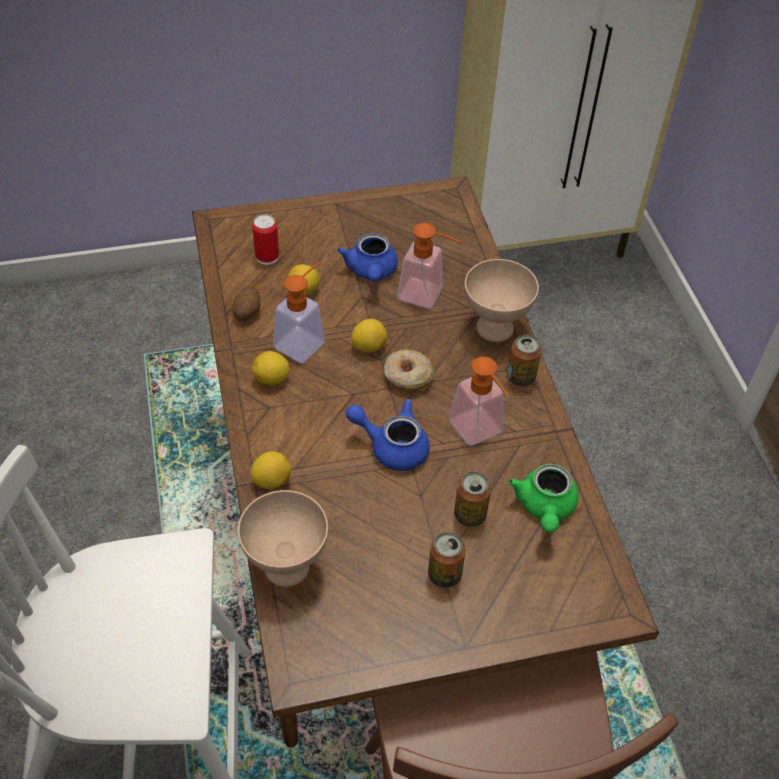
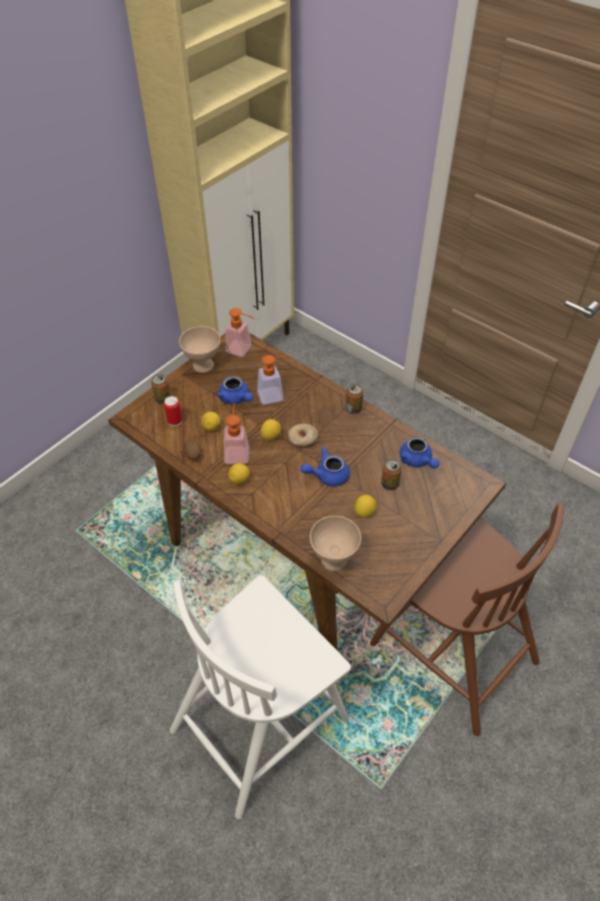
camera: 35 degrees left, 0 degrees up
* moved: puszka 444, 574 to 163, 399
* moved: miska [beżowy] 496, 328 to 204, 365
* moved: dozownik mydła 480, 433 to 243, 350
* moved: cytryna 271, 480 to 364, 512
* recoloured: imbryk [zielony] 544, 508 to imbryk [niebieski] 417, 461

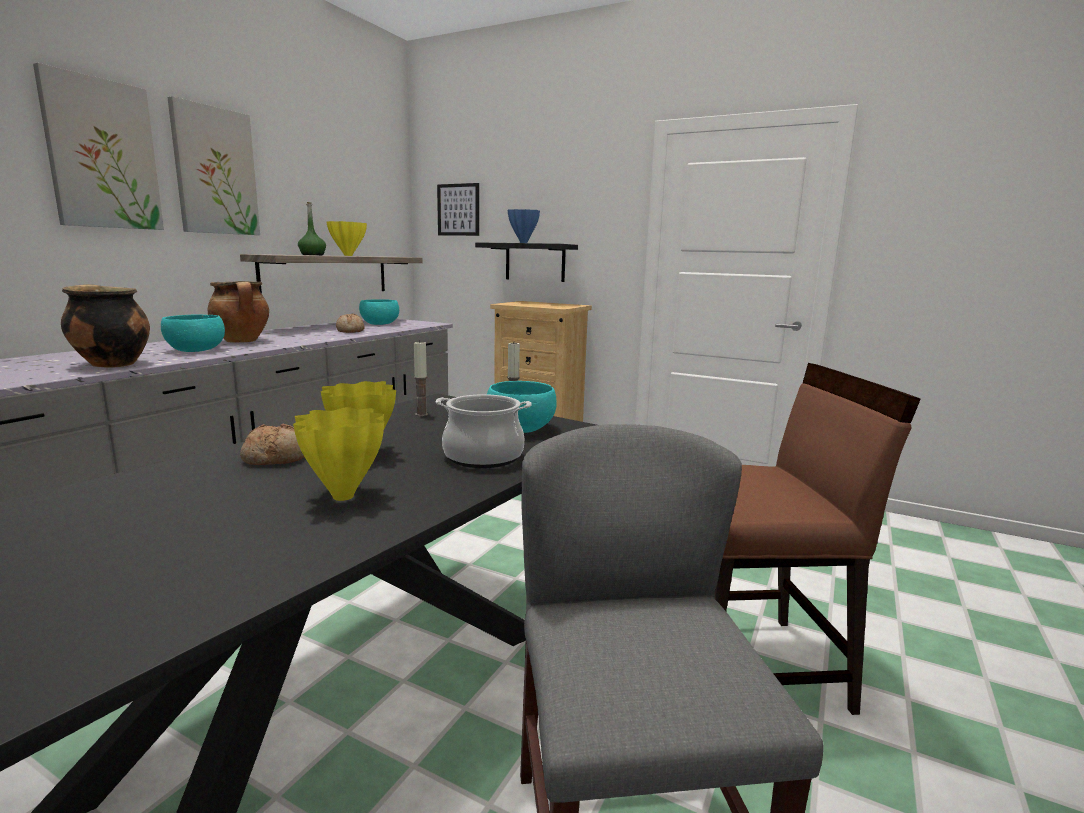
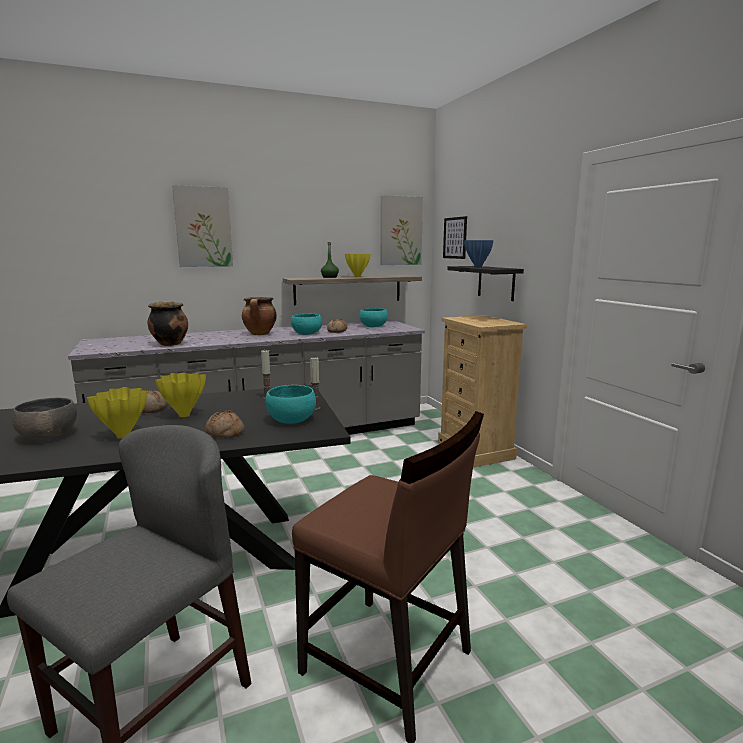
camera: 40 degrees right, 0 degrees up
* added: miska [szary] 48, 436
* replaced: garnek 483, 457 to chleb 225, 433
* moved: miska [turkusowy] 196, 350 to 307, 333
* moved: obraz 215, 171 to 400, 231

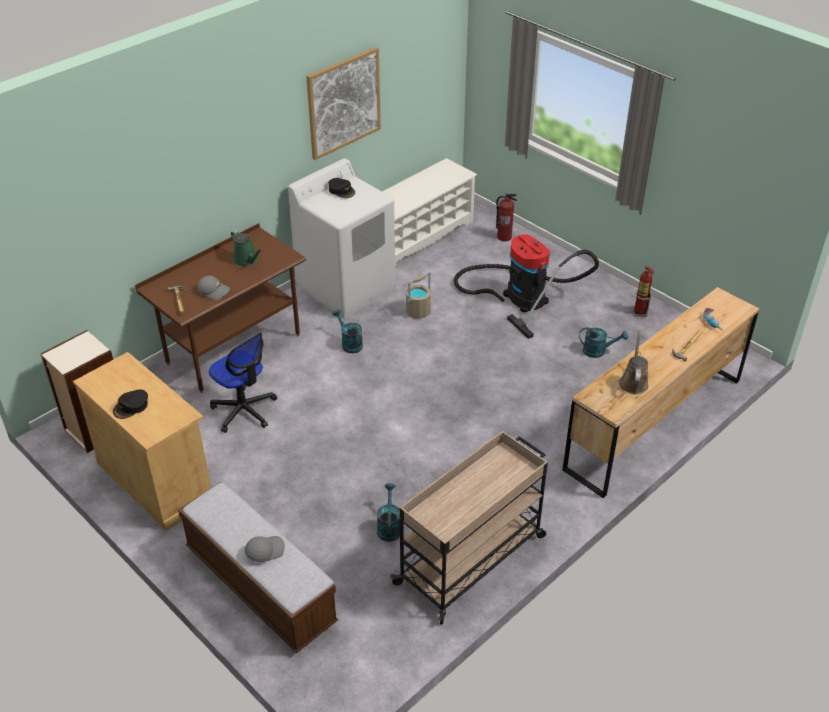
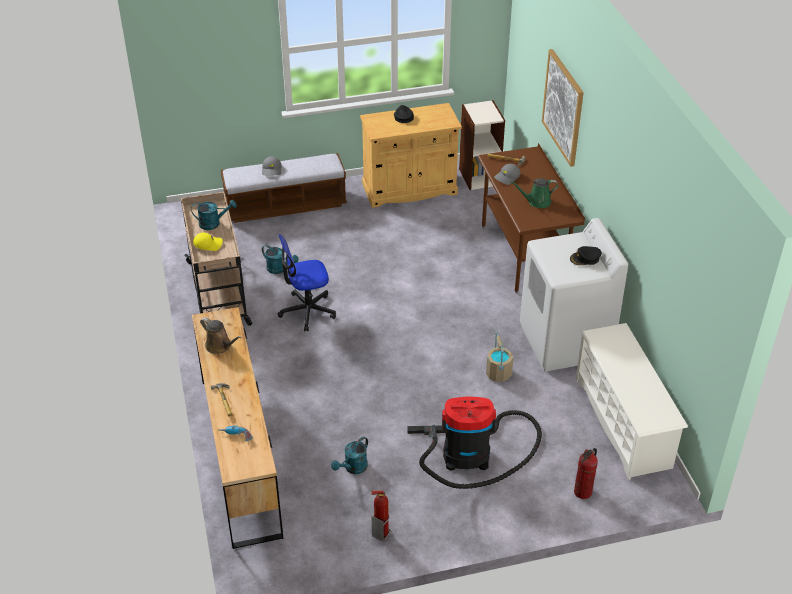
camera: 120 degrees right, 0 degrees up
* moved: konewka [turkusowy] 349, 343 to 213, 223
* added: czapka z daszkiem [żółty] 208, 244
* moved: krzesło biurowe 244, 410 to 307, 311
* moved: obraz 343, 103 to 563, 107

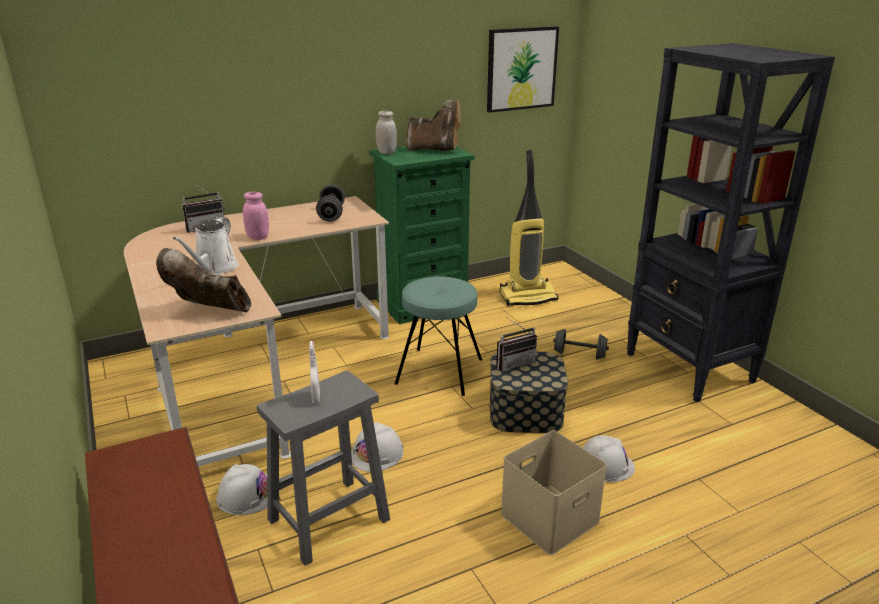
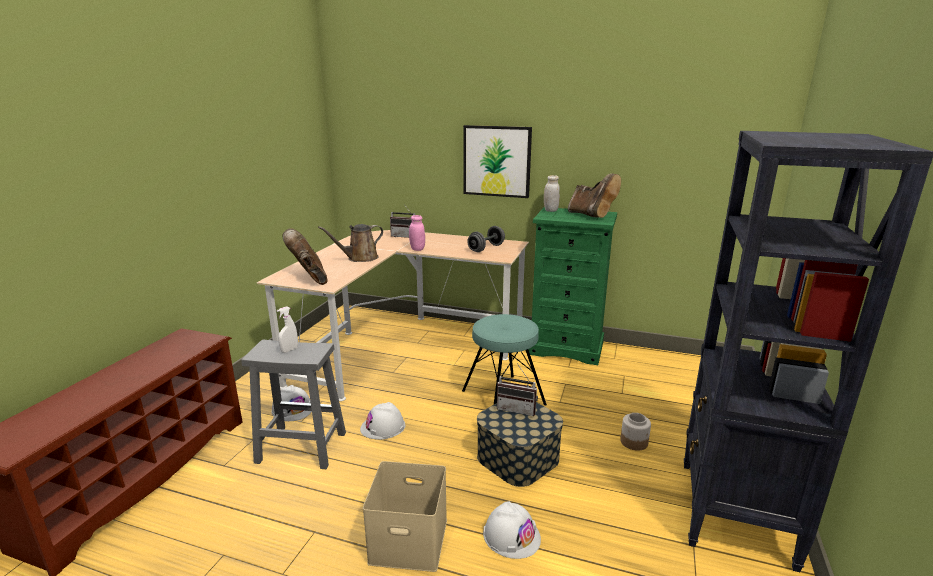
camera: 45 degrees right, 5 degrees down
* recoloured: konewka [biały] 214, 269 to konewka [brązowy] 360, 258
* moved: obraz 521, 69 to 497, 161
* replaced: hantel [szary] 579, 355 to słoik 634, 442
* removed: odkurzacz 528, 297

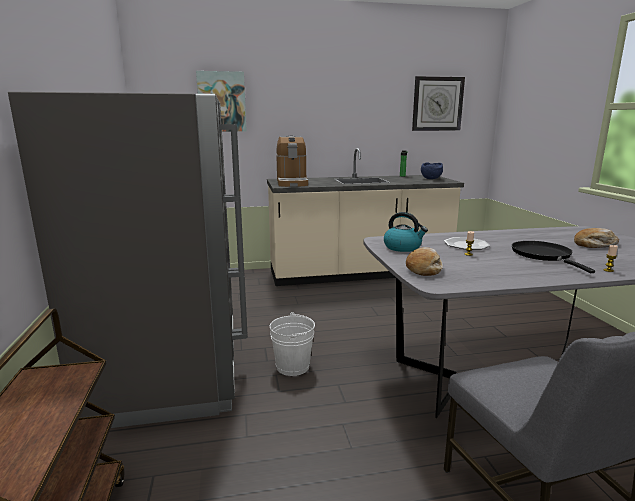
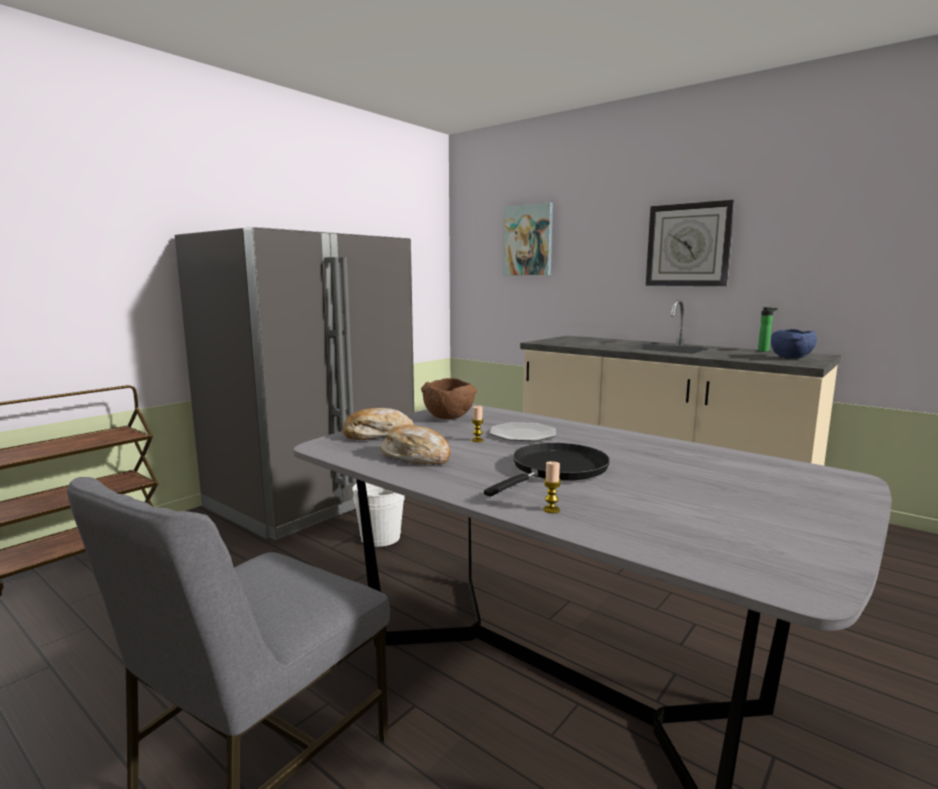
camera: 50 degrees right, 5 degrees down
* moved: chleb 595, 245 to 416, 457
* replaced: czajnik 403, 247 to miska [brązowy] 449, 417
* moved: zegar ścienny 437, 104 to 688, 245
* removed: ekspres do kawy 292, 182

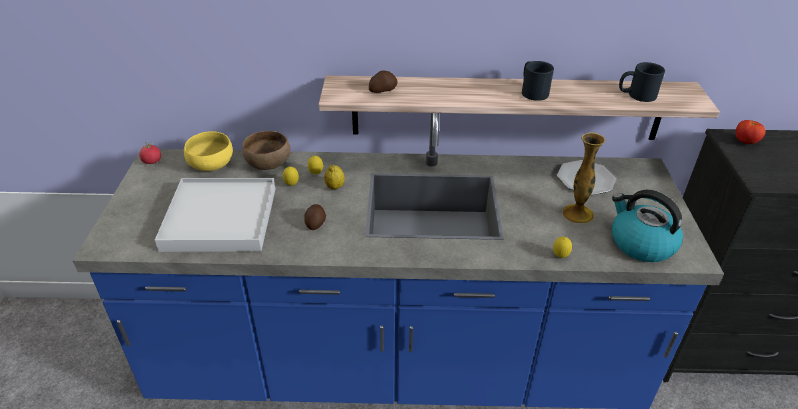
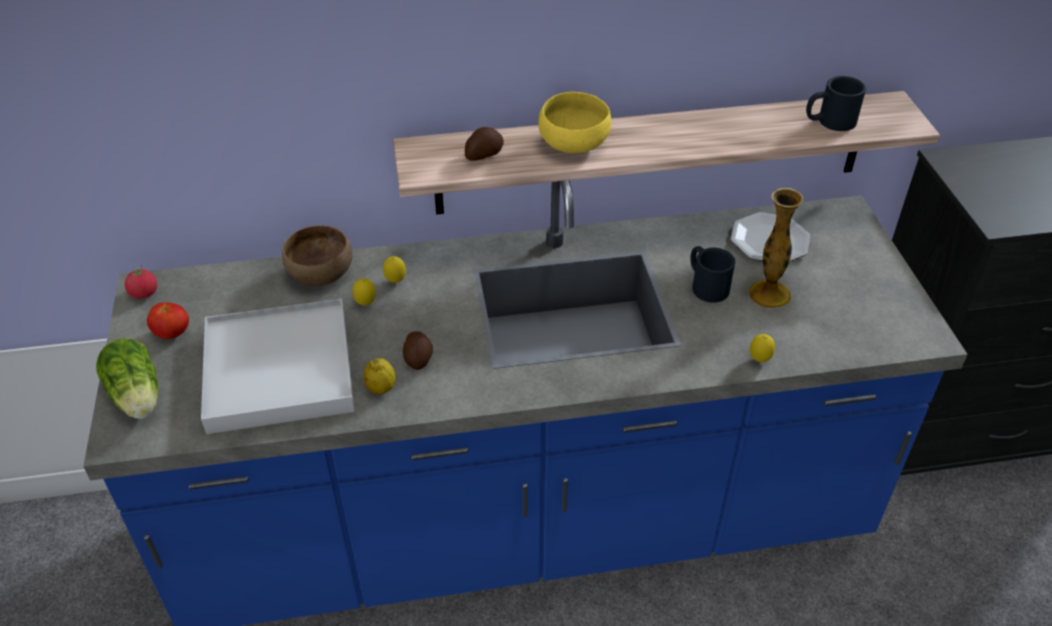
camera: 10 degrees left, 5 degrees up
* added: sałata 137, 398
* moved: pomidor 745, 142 to 172, 333
* moved: cytryna 335, 187 to 381, 388
* moved: miska [żółty] 212, 166 to 575, 145
* moved: kubek [czarny] 532, 91 to 705, 284
* removed: czajnik 640, 243

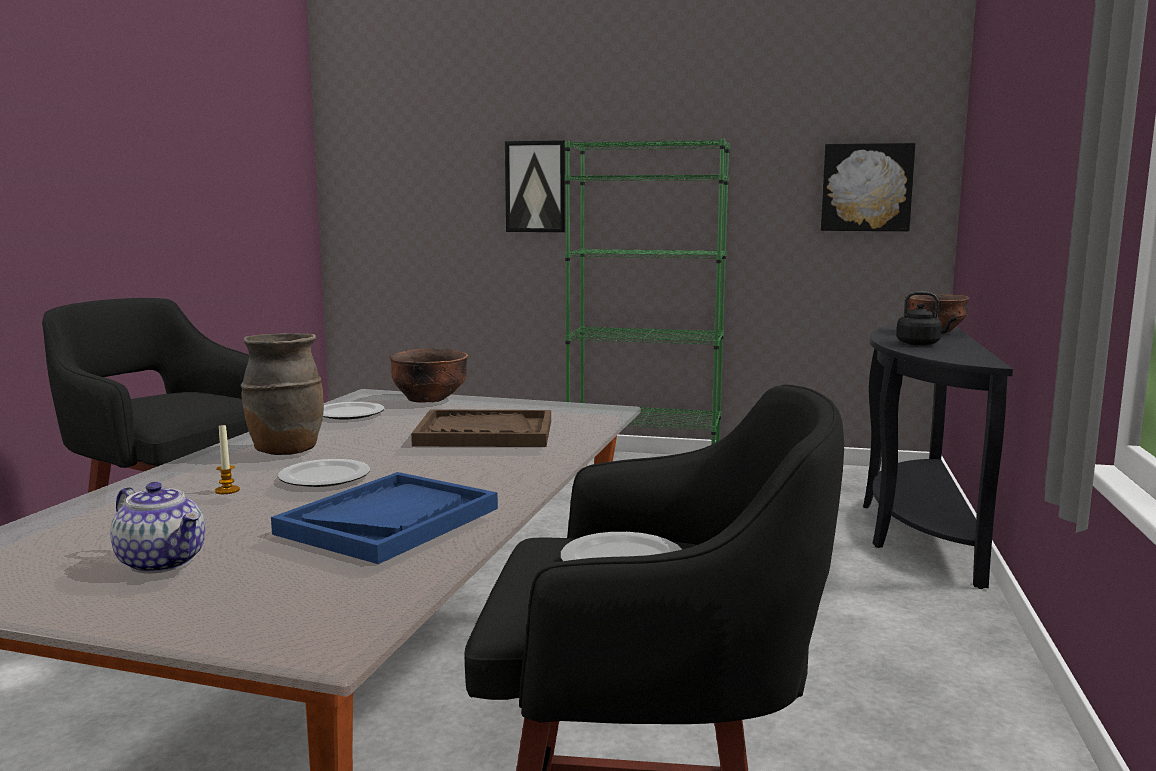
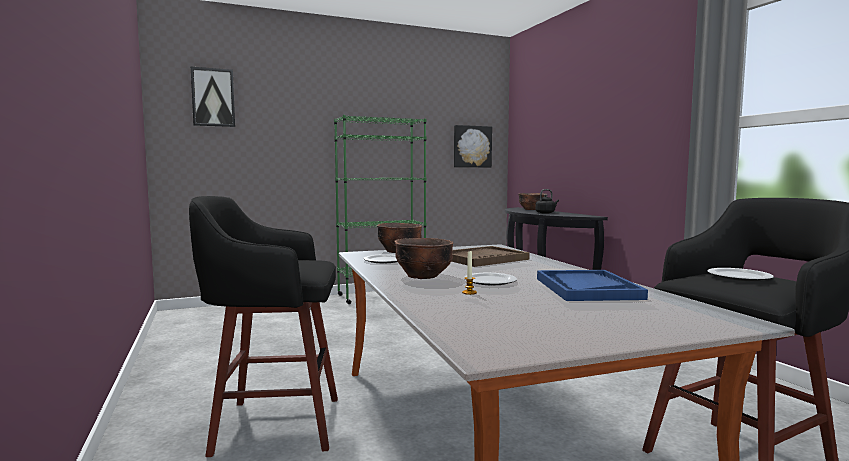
camera: 35 degrees left, 5 degrees down
* moved: obraz 536, 186 to 213, 97
* replaced: wazon [brązowy] 285, 451 to miska [brązowy] 423, 276
* removed: imbryk 163, 562

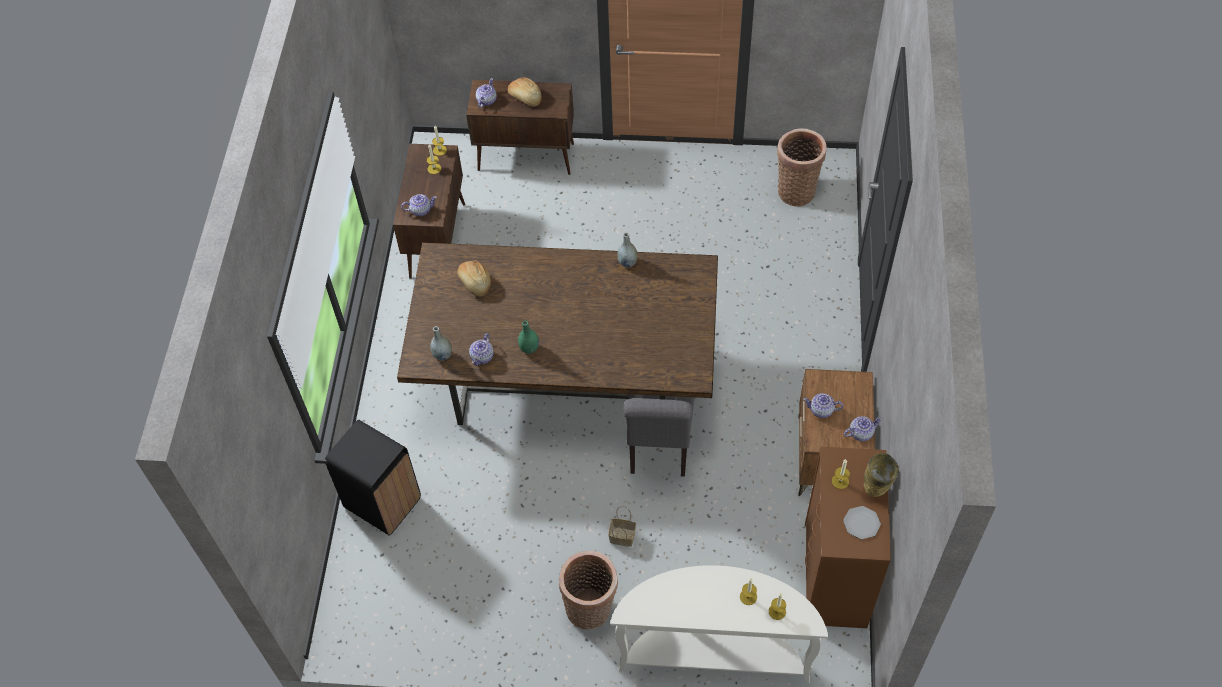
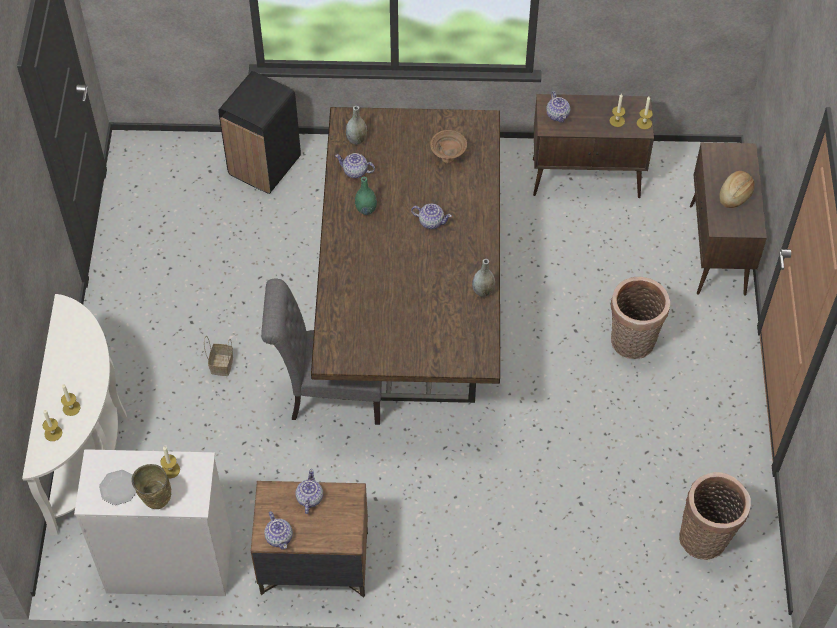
camera: 85 degrees right, 0 degrees up
* recoloured: komoda [brązowy] 835, 576 to komoda [biały] 168, 564
* moved: imbryk 486, 100 to 431, 221
* replaced: chleb 474, 283 to miska [brązowy] 448, 158
* moved: koszyk 591, 609 to 632, 343

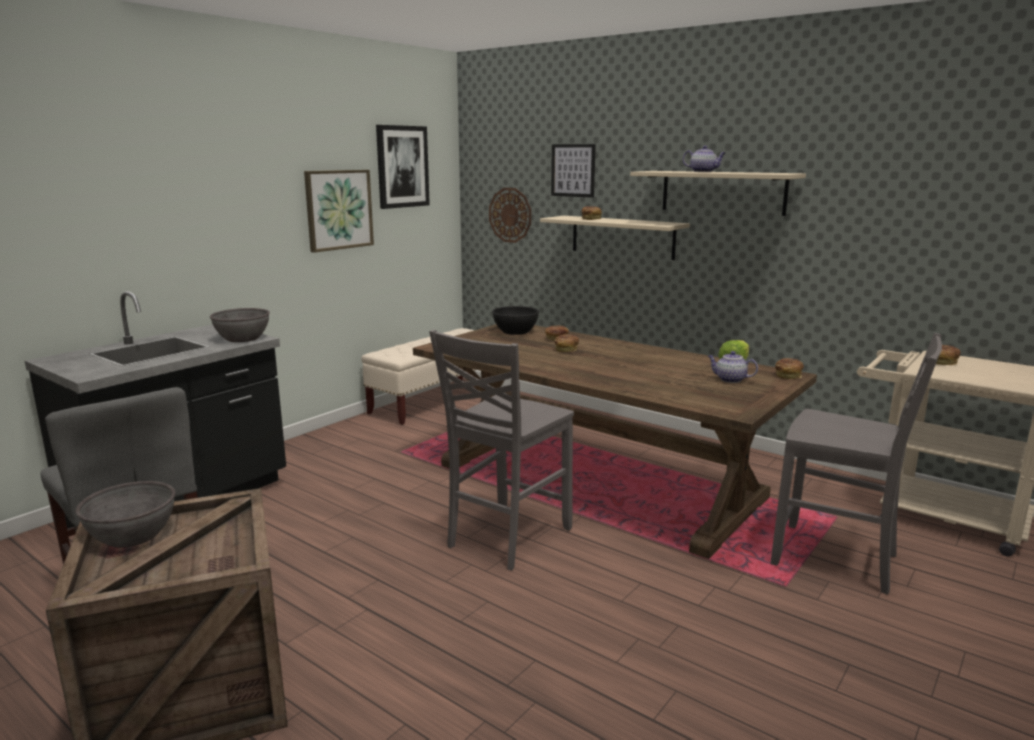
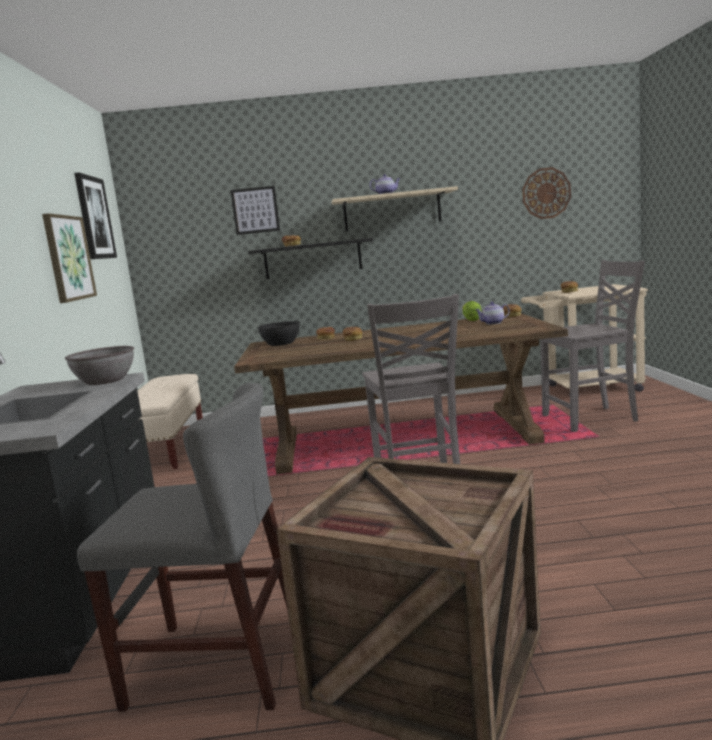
camera: 40 degrees left, 5 degrees down
* recoloured: półka [beżowy] 622, 237 to półka [czarny] 312, 259
* moved: zegar ścienny 510, 215 to 546, 193
* removed: miska [szary] 132, 536

